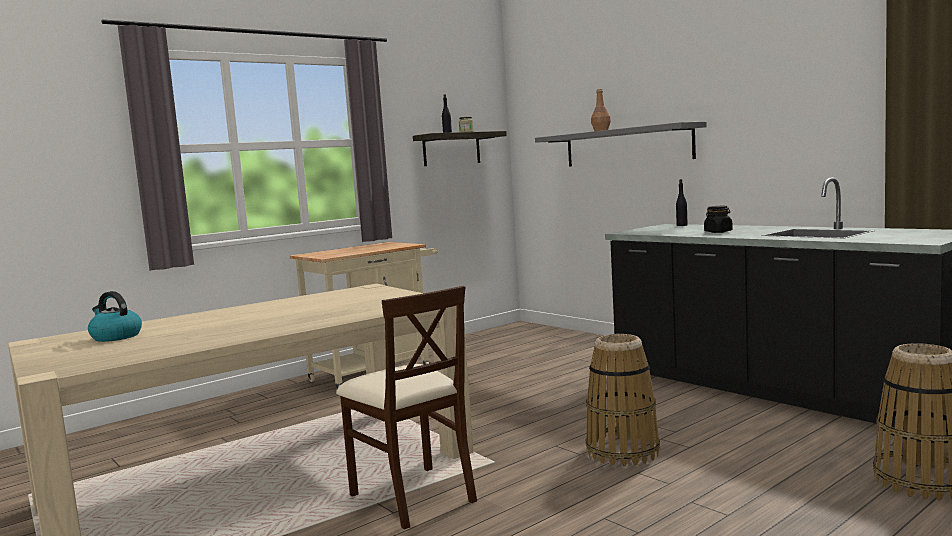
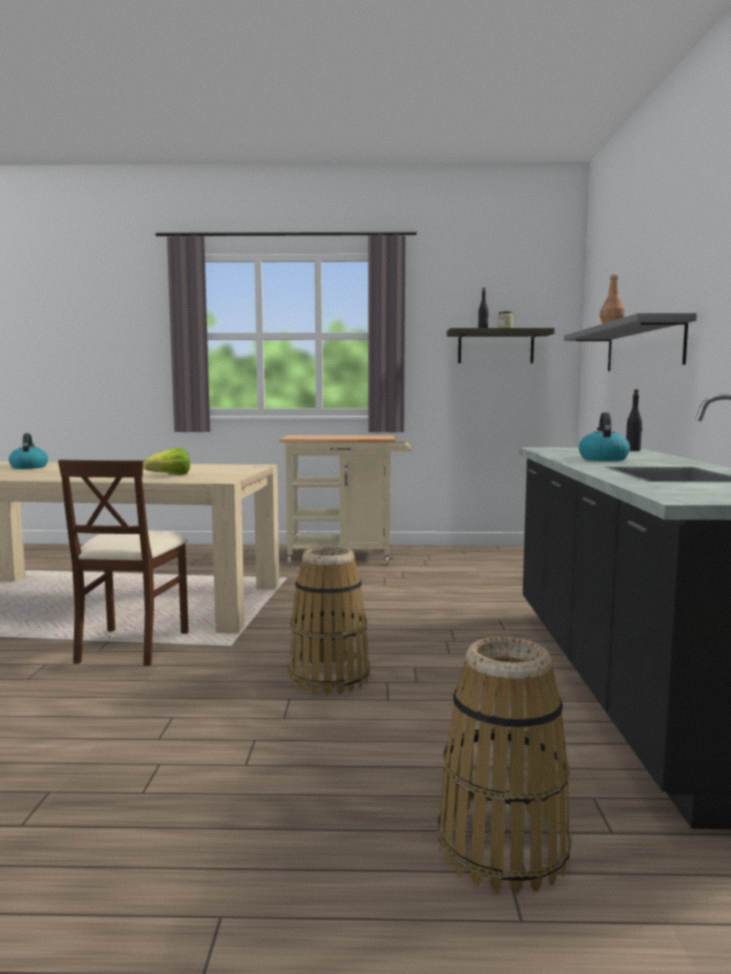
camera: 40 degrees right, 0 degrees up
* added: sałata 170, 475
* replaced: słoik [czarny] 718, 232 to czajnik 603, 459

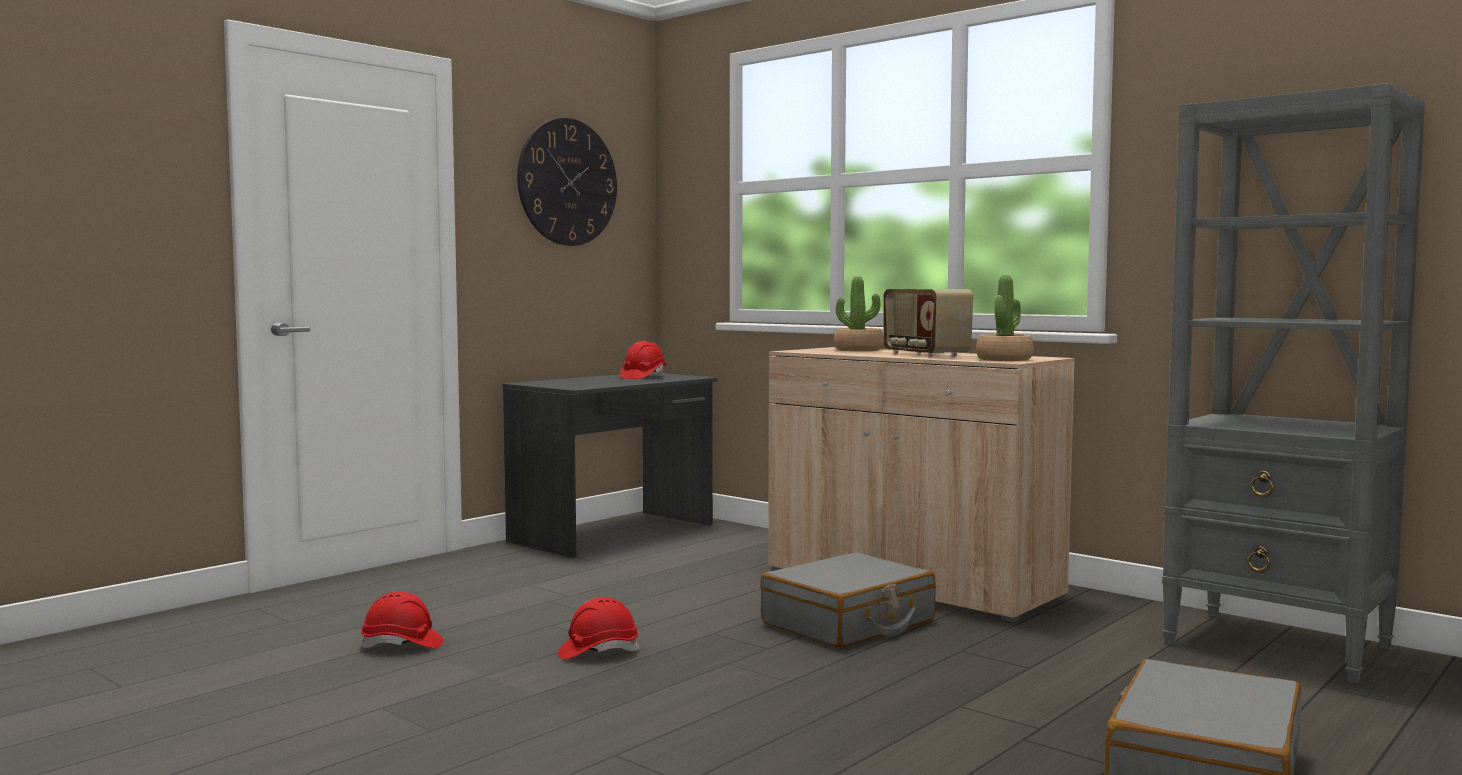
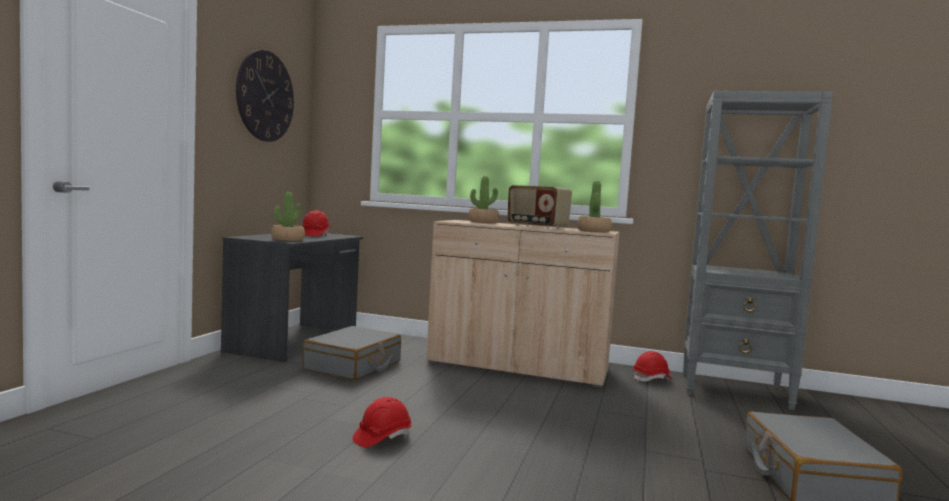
camera: 25 degrees left, 0 degrees up
* added: roślina doniczkowa 288, 239
* moved: walizka [szary] 849, 623 to 353, 366
* moved: kask [czerwony] 402, 645 to 652, 379

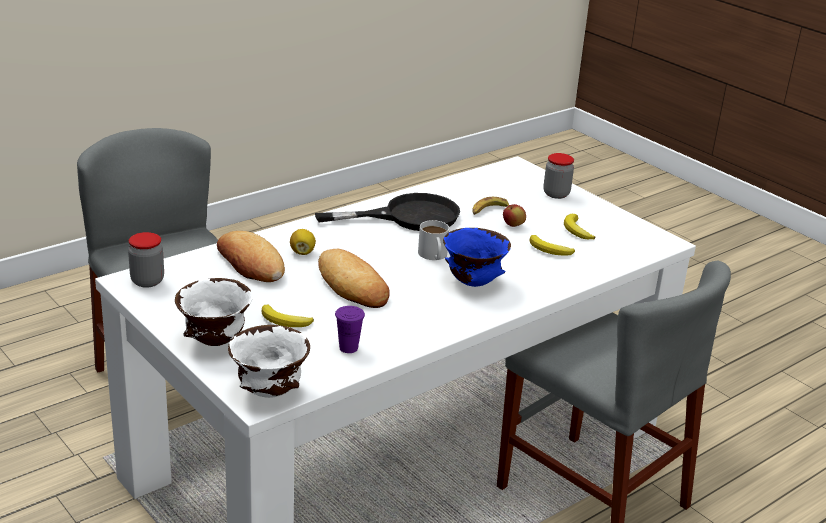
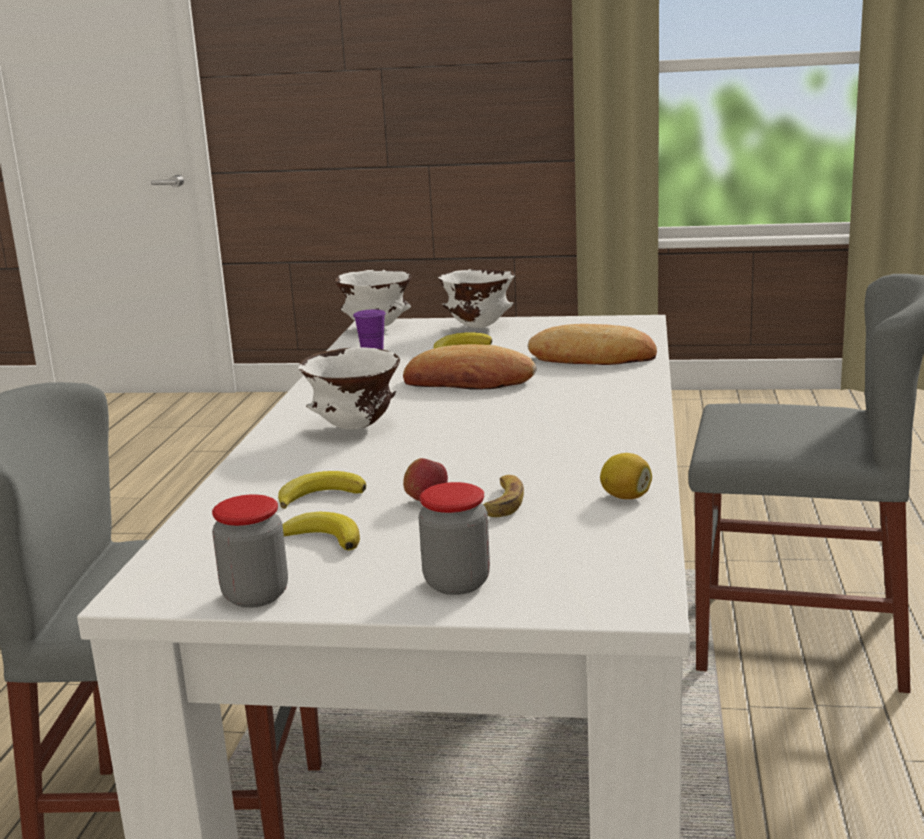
camera: 140 degrees right, 10 degrees down
* moved: słoik 147, 281 to 255, 595
* recoloured: miska [niebieski] 472, 282 to miska [biały] 355, 428
* moved: cytryna 302, 252 to 625, 497
* removed: patelnia [czarny] 408, 216
* removed: kubek [biały] 433, 256

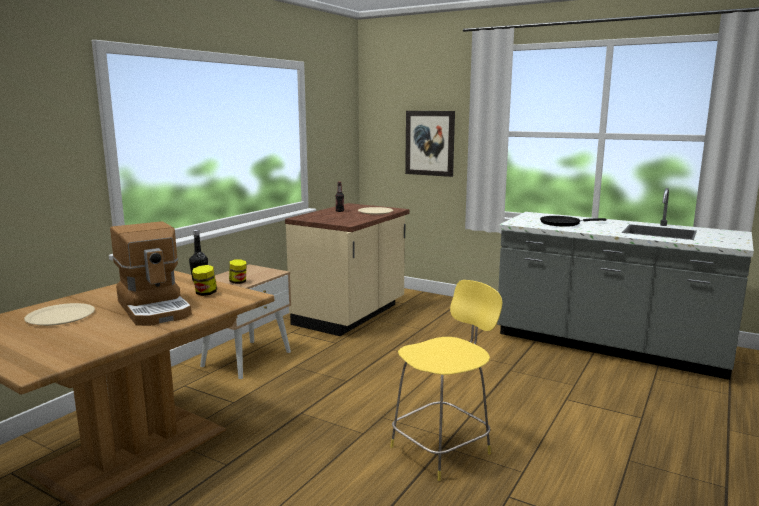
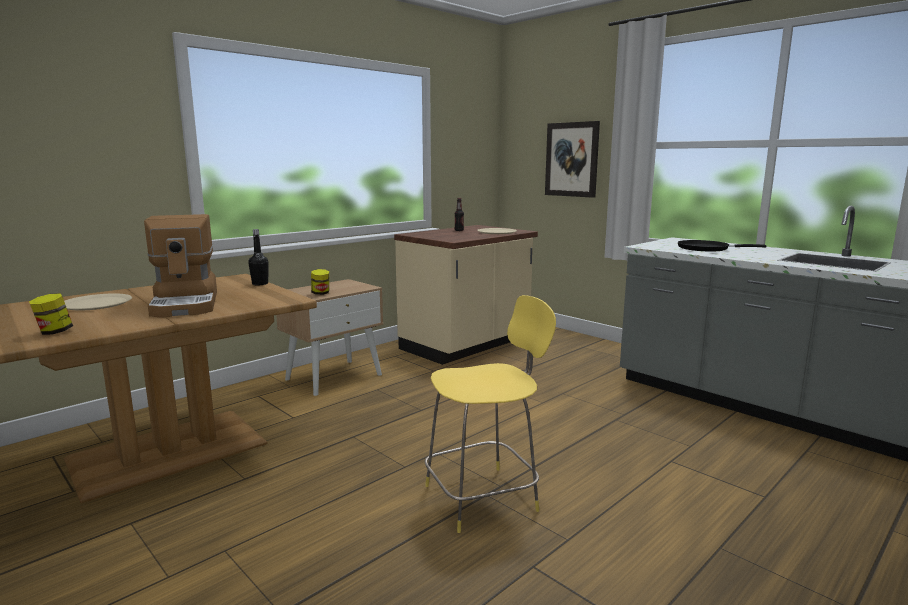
camera: 15 degrees right, 0 degrees up
* moved: słoik 205, 293 to 54, 332

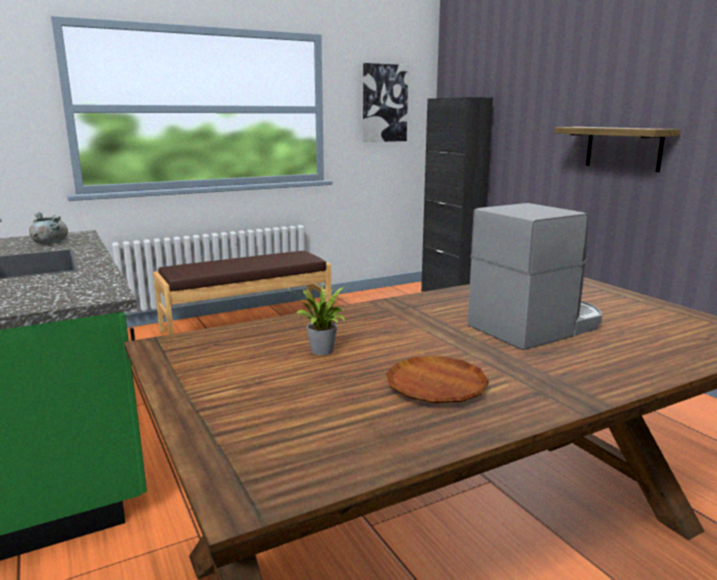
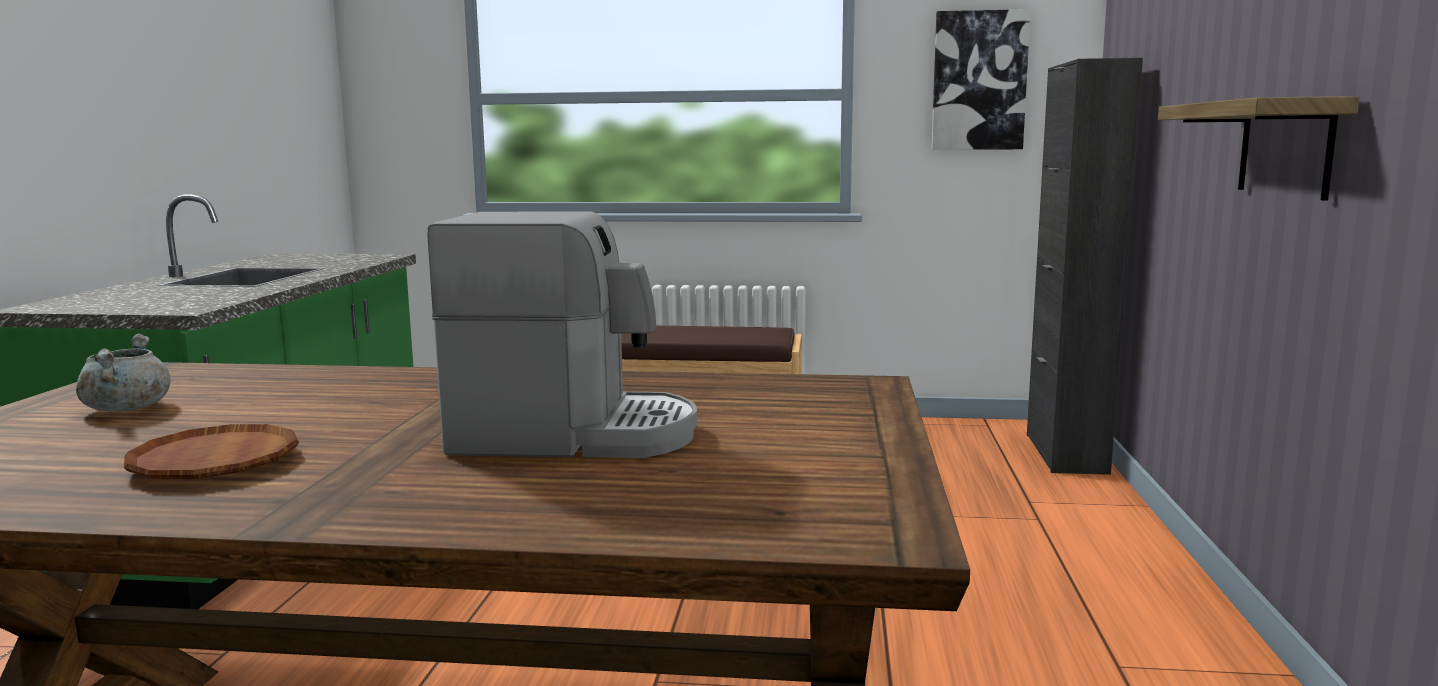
camera: 35 degrees right, 5 degrees down
* moved: garnek [szary] 49, 242 to 126, 408
* removed: roślina doniczkowa 322, 352

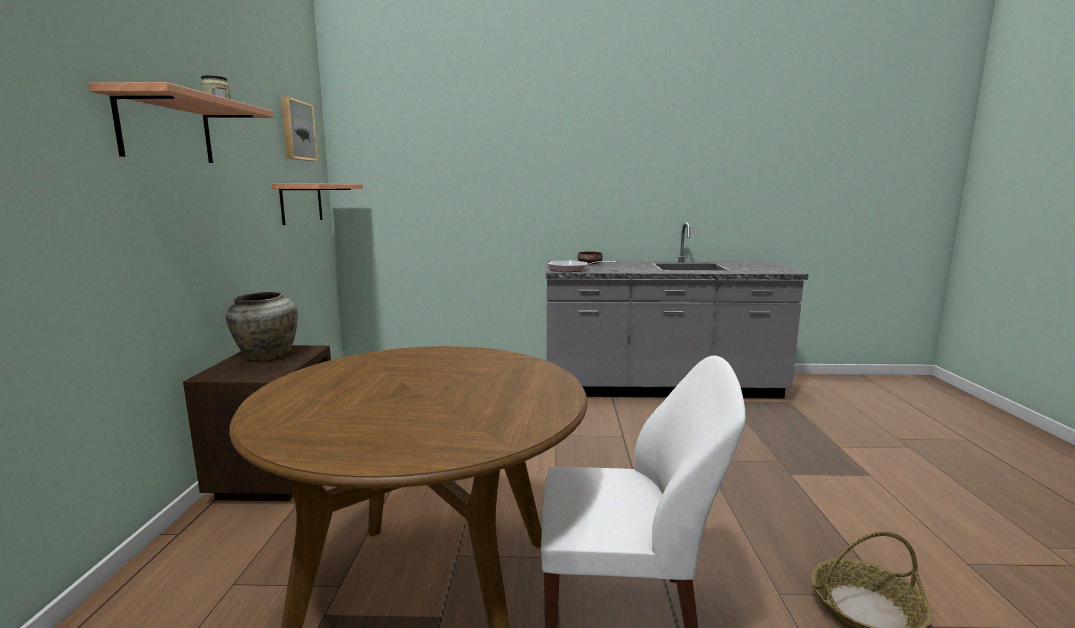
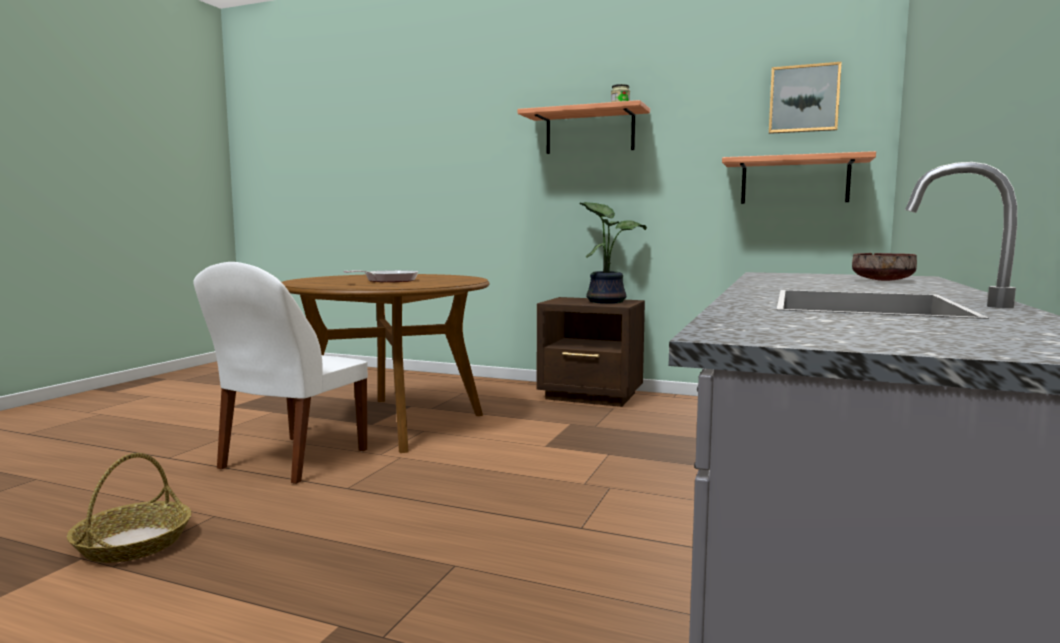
camera: 110 degrees right, 5 degrees down
* moved: patelnia 571, 269 to 388, 280
* replaced: wazon [beżowy] 266, 355 to roślina doniczkowa 606, 301

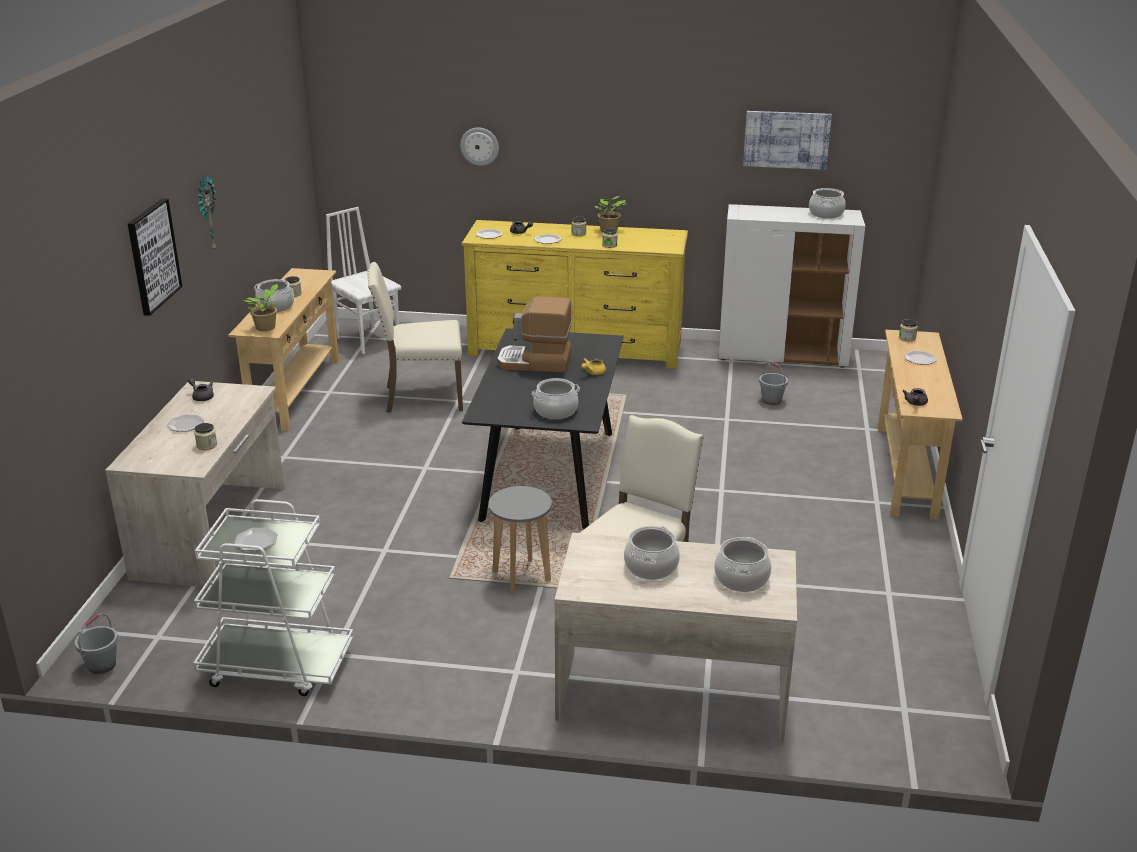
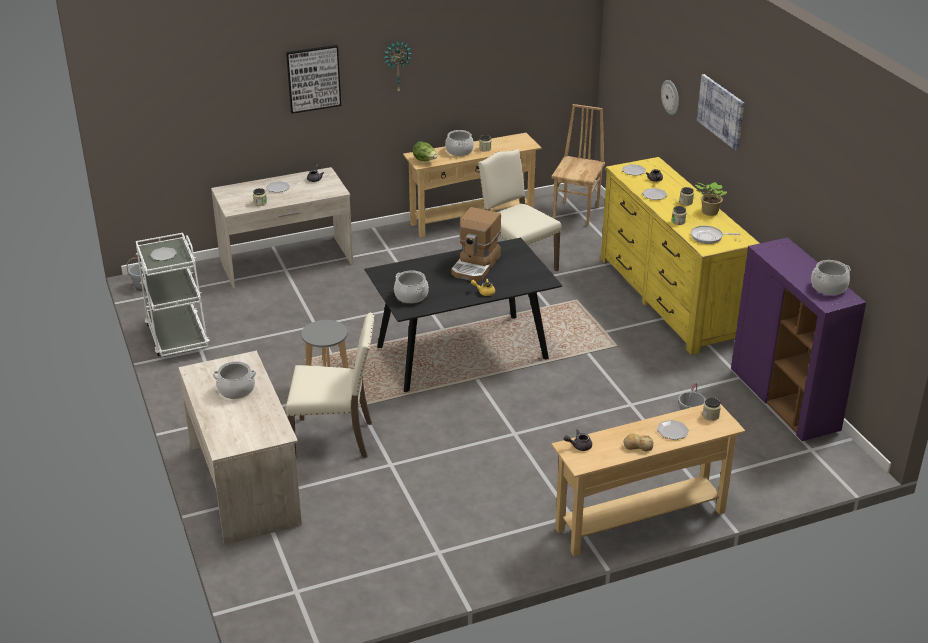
camera: 60 degrees right, 5 degrees up
* replaced: roślina doniczkowa 267, 328 to sałata 425, 160
* turned: ekspres do kawy 535, 363 = 476, 265 135 degrees counterclockwise
* recoloured: krzesło [biały] 368, 339 to krzesło [brązowy] 577, 213
* added: chleb 638, 446
* added: patelnia 708, 237
* moved: obraz 786, 139 to 721, 111
* recoloured: szafka [biały] 783, 355 to szafka [fioletowy] 785, 401
* removed: garnek 741, 578

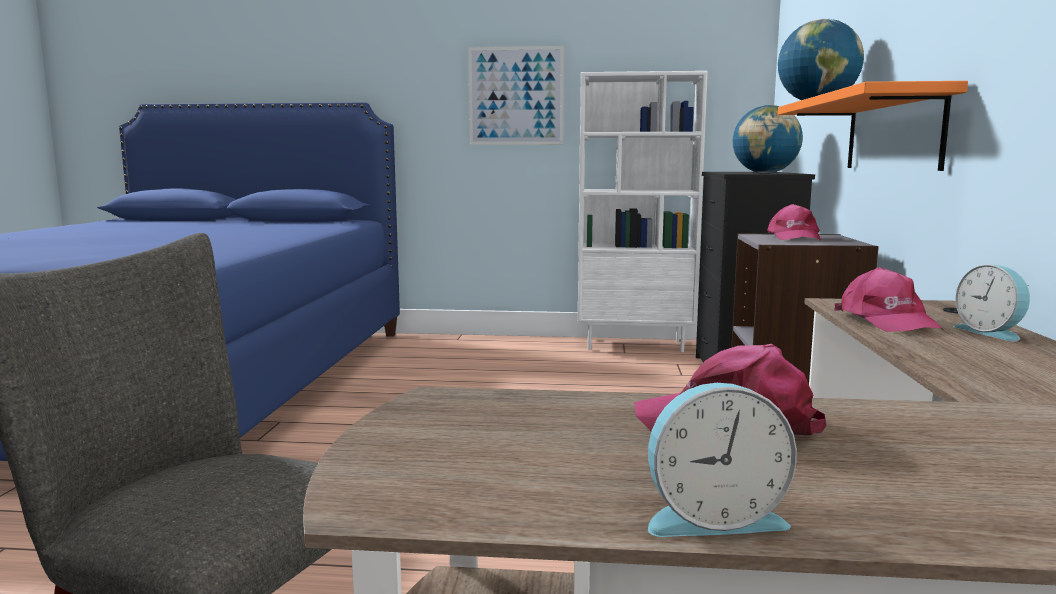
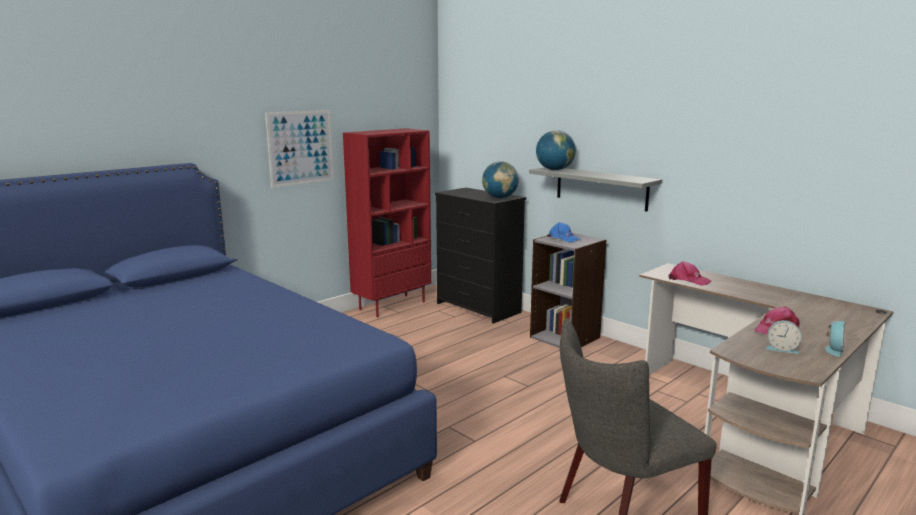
camera: 50 degrees left, 5 degrees up
* recoloured: regał [biały] 635, 345 to regał [czerwony] 392, 305
* recoloured: półka [pomarańczowy] 892, 132 to półka [szary] 601, 188
* recoloured: czapka z daszkiem [różowy] 793, 237 to czapka z daszkiem [niebieski] 563, 238
* moved: budzik 991, 332 to 781, 349

